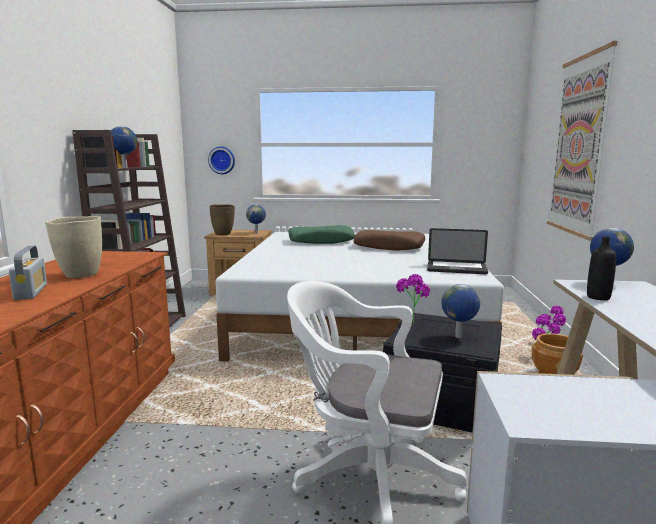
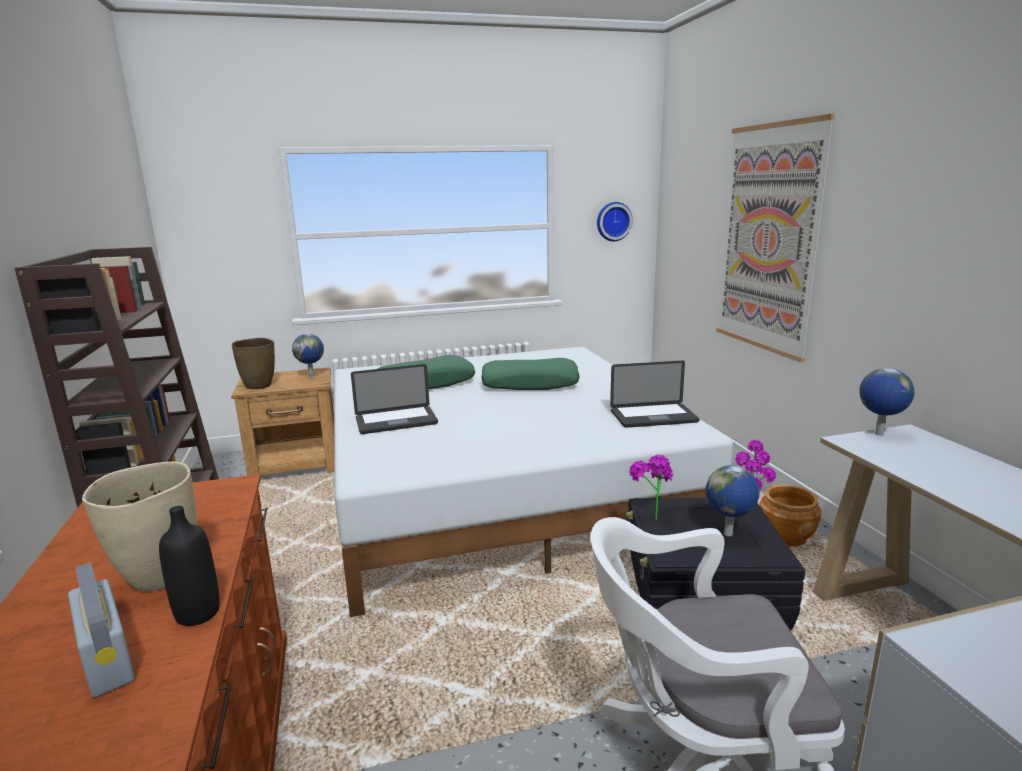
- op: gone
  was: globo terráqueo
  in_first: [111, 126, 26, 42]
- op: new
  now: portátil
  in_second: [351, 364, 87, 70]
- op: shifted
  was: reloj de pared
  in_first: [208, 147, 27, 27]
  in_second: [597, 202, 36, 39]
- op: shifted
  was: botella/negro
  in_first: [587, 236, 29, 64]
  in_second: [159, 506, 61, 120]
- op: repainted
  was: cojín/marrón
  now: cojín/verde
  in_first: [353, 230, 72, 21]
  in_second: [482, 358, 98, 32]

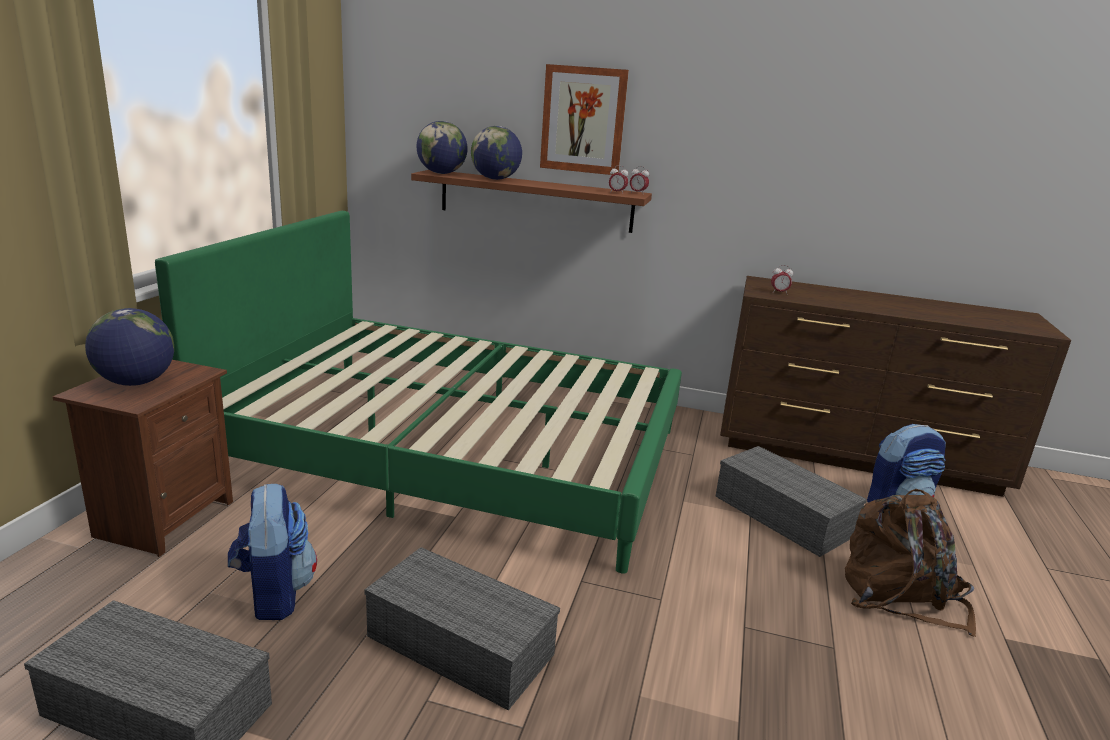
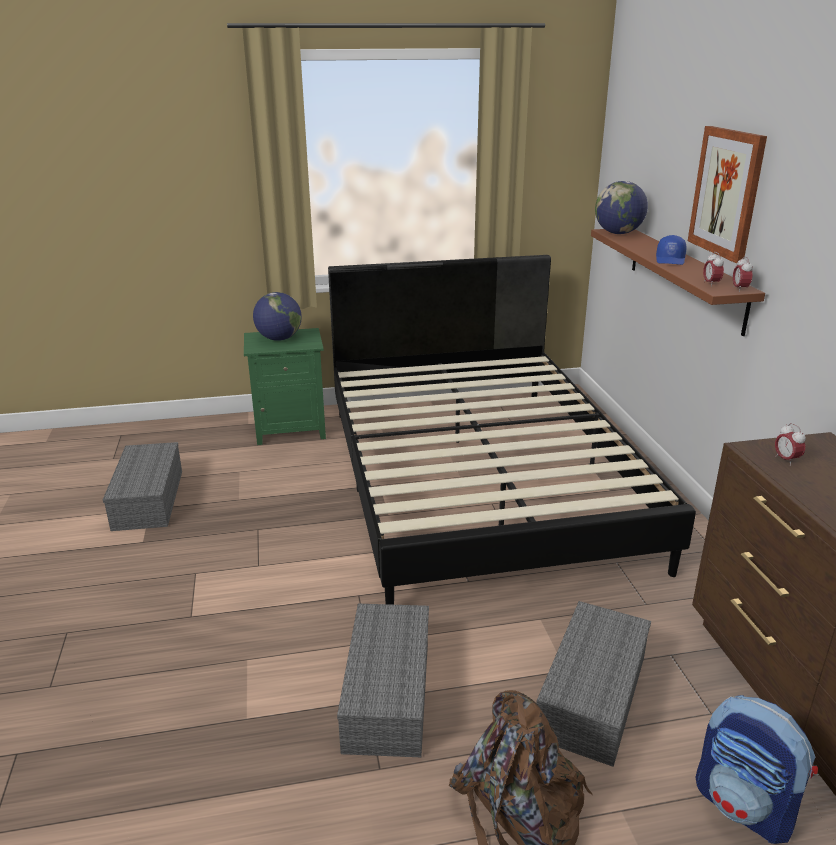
- op: gone
  was: mochila
  in_first: [228, 484, 89, 136]
- op: gone
  was: globo terráqueo
  in_first: [471, 126, 51, 54]
- op: new
  now: gorra/azul
  in_second: [656, 235, 30, 30]
- op: shifted
  was: caja de almacenaje/gris
  in_first: [364, 547, 196, 163]
  in_second: [337, 604, 92, 153]
- op: repainted
  was: mesita de noche/marrón
  now: mesita de noche/verde
  in_first: [53, 360, 180, 197]
  in_second: [244, 328, 82, 117]
- op: repainted
  was: cama/verde
  now: cama/negro
  in_first: [155, 211, 527, 363]
  in_second: [328, 255, 368, 350]

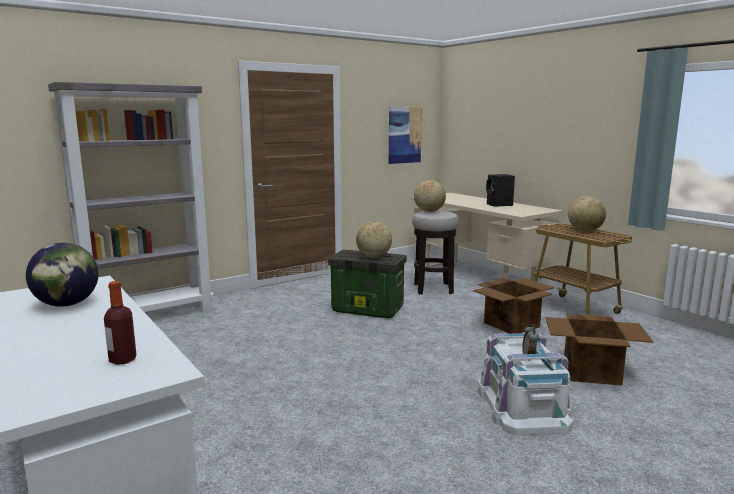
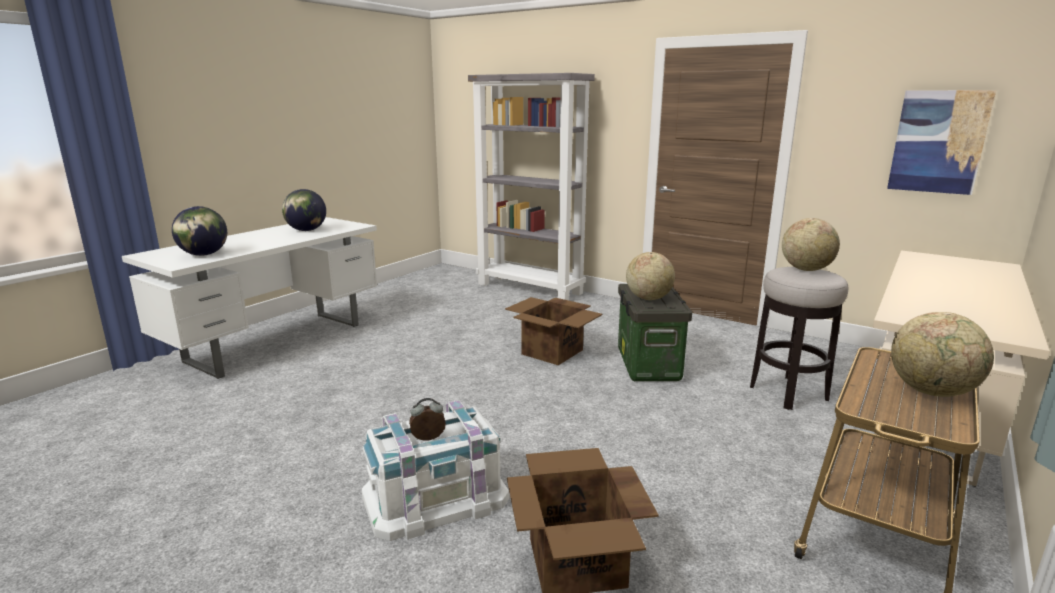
- op: gone
  was: altavoz/negro
  in_first: [486, 174, 29, 33]
- op: shifted
  was: caja de cartón
  in_first: [473, 278, 82, 56]
  in_second: [505, 297, 98, 68]
- op: swapped
  was: botella
  now: globo terráqueo
  in_first: [104, 281, 32, 84]
  in_second: [172, 206, 55, 50]

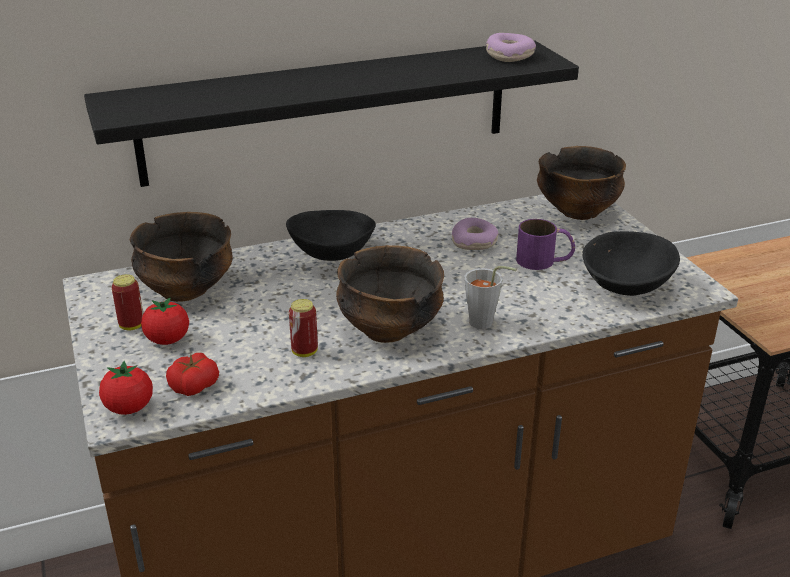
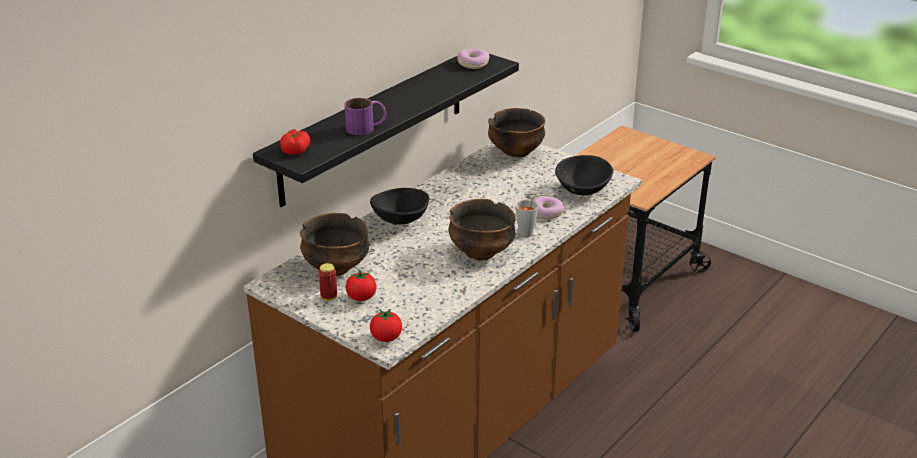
- op: gone
  was: lata
  in_first: [289, 299, 29, 58]
- op: shifted
  was: tomate
  in_first: [166, 353, 53, 43]
  in_second: [280, 129, 30, 26]
- op: shifted
  was: rosquilla
  in_first: [452, 218, 47, 32]
  in_second: [534, 196, 30, 23]
- op: shifted
  was: taza grande/morado
  in_first: [516, 219, 59, 51]
  in_second: [345, 98, 41, 37]

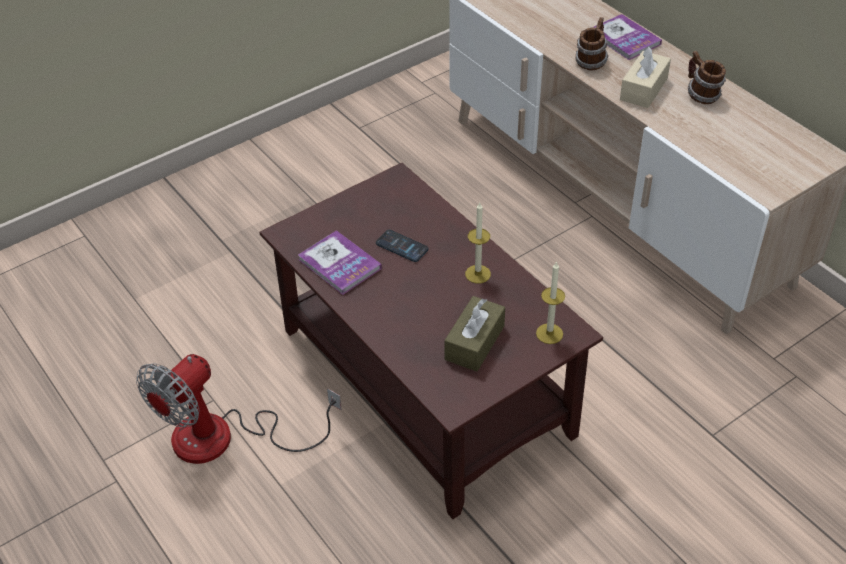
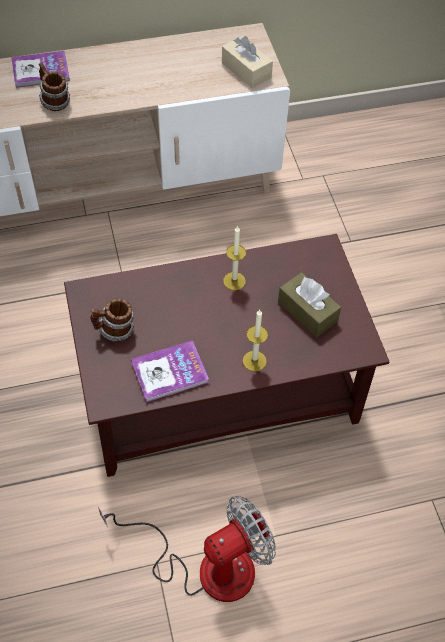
- op: gone
  was: móvil
  in_first: [376, 230, 52, 32]
- op: shifted
  was: vela
  in_first: [536, 261, 29, 83]
  in_second: [243, 310, 25, 62]
- op: shifted
  was: caja de pañuelos/beis
  in_first: [620, 47, 51, 61]
  in_second: [222, 36, 51, 52]
- op: shifted
  was: taza grande
  in_first: [688, 51, 38, 53]
  in_second: [90, 298, 44, 44]
- op: rotated
  was: ventilador
  in_first: [136, 354, 205, 110]
  in_second: [98, 496, 178, 106]
  clockwise: -90

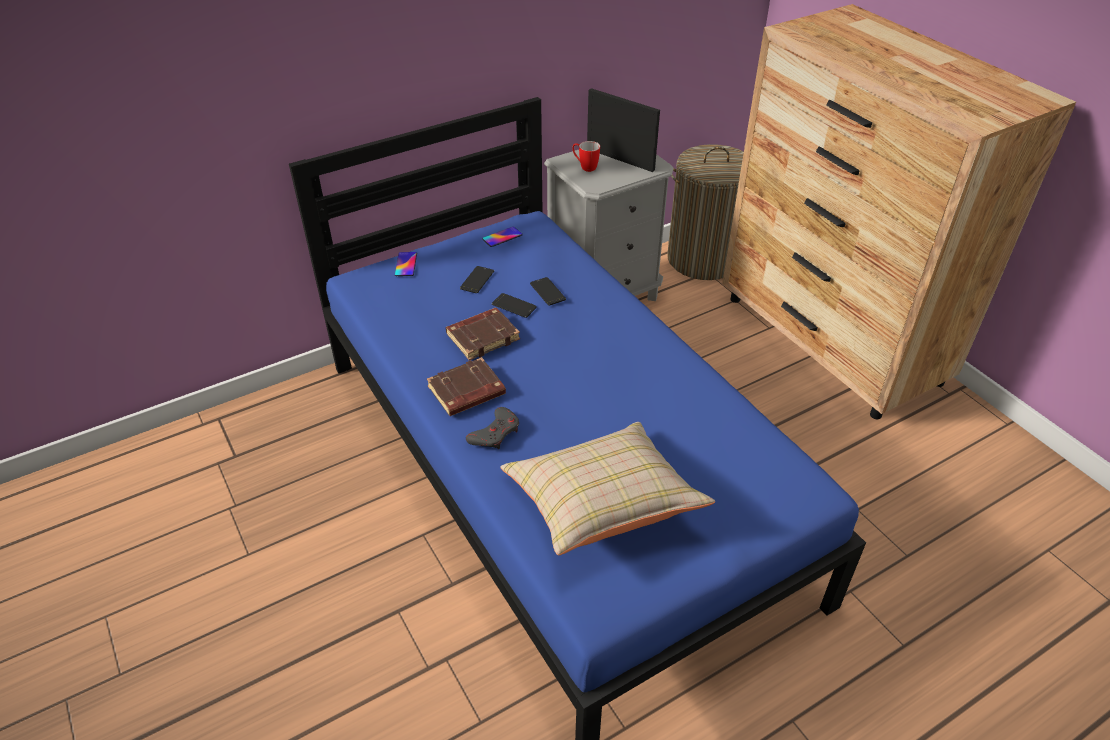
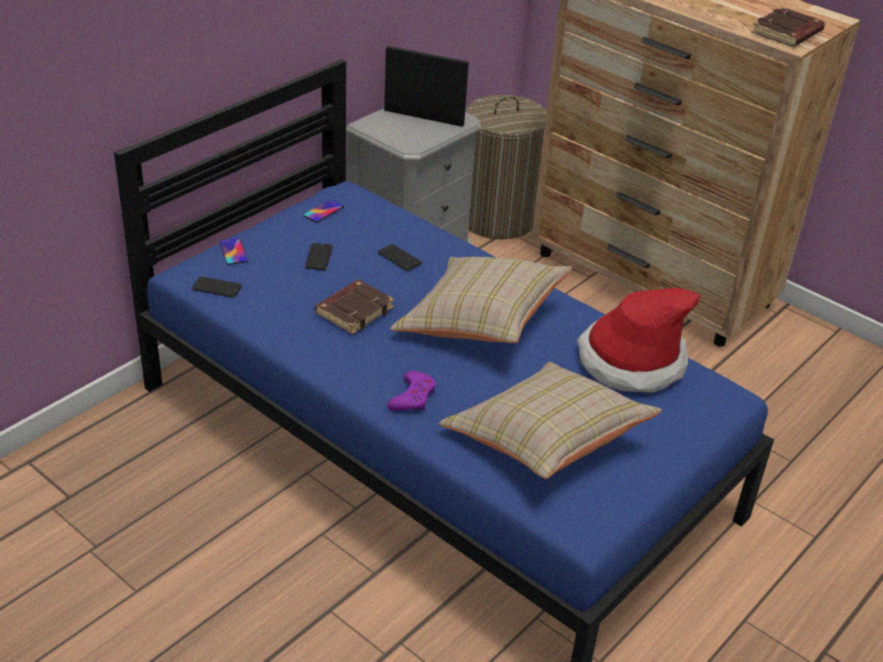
- op: gone
  was: taza grande
  in_first: [572, 141, 28, 31]
- op: new
  now: cojín/beis
  in_second: [390, 257, 182, 86]
- op: new
  now: sombrero
  in_second: [577, 288, 123, 105]
- op: shifted
  was: libro/marrón
  in_first: [427, 357, 79, 59]
  in_second: [751, 7, 74, 40]
- op: shifted
  was: móvil
  in_first: [492, 293, 45, 25]
  in_second: [192, 277, 50, 21]
- op: repainted
  was: mando de consola/gris
  now: mando de consola/morado
  in_first: [466, 407, 53, 42]
  in_second: [387, 371, 49, 40]

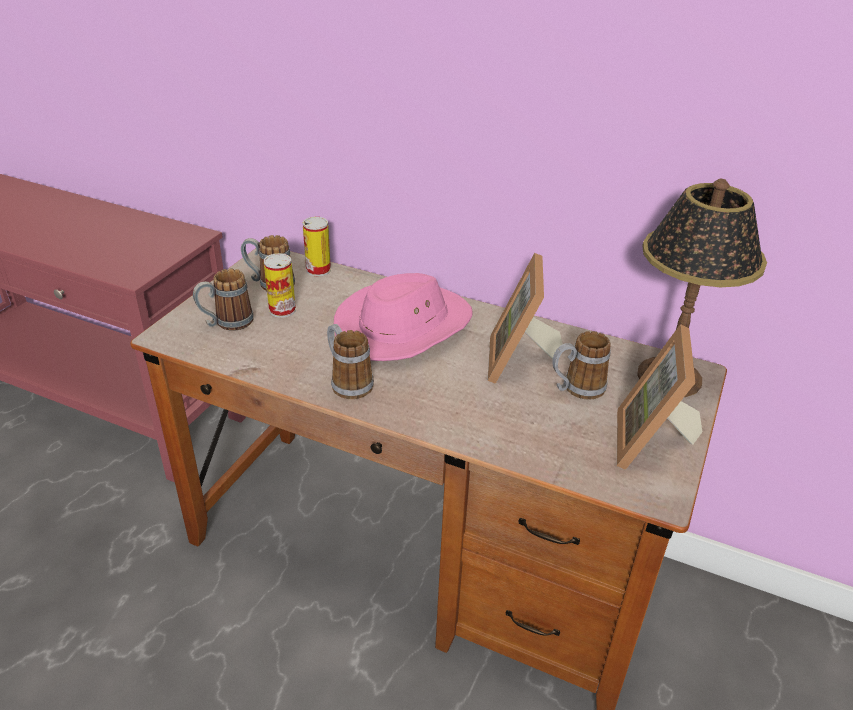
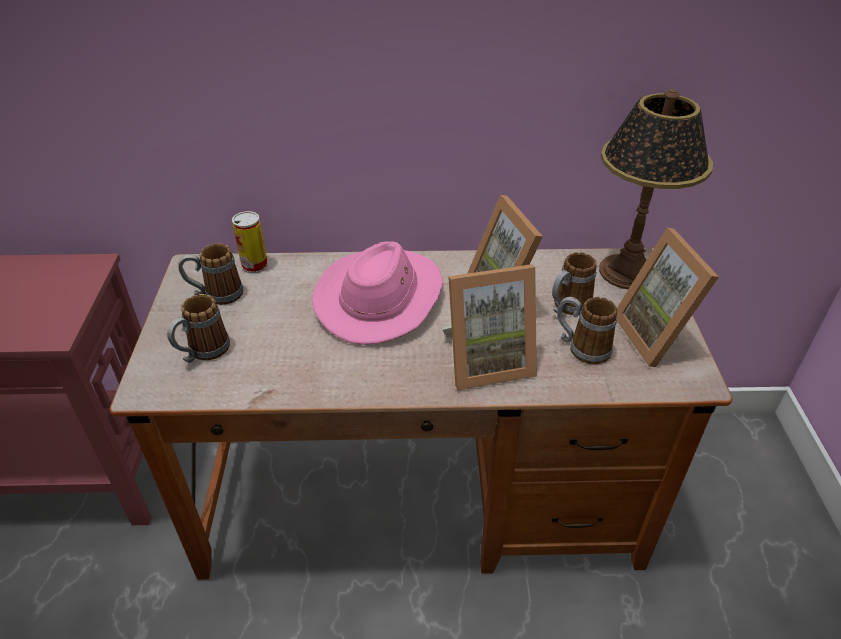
- op: gone
  was: lata
  in_first: [264, 253, 32, 65]
- op: new
  now: portarretratos
  in_second: [442, 264, 95, 126]
- op: shifted
  was: taza grande
  in_first: [327, 324, 47, 75]
  in_second: [557, 297, 60, 67]

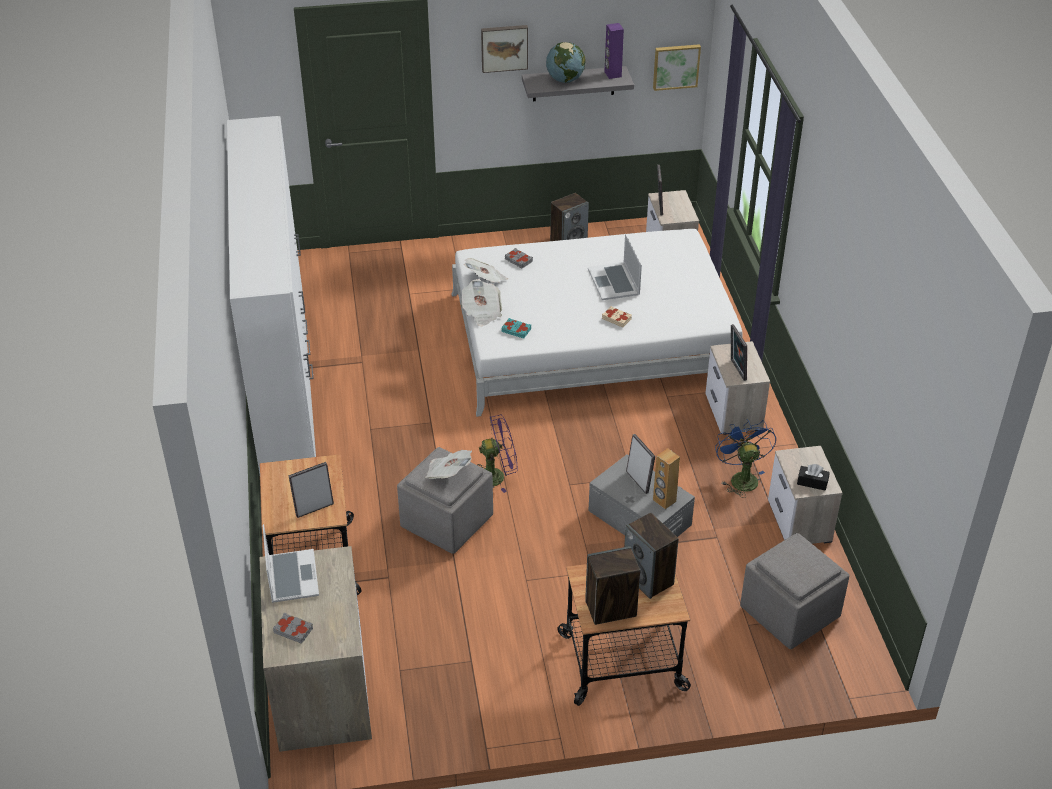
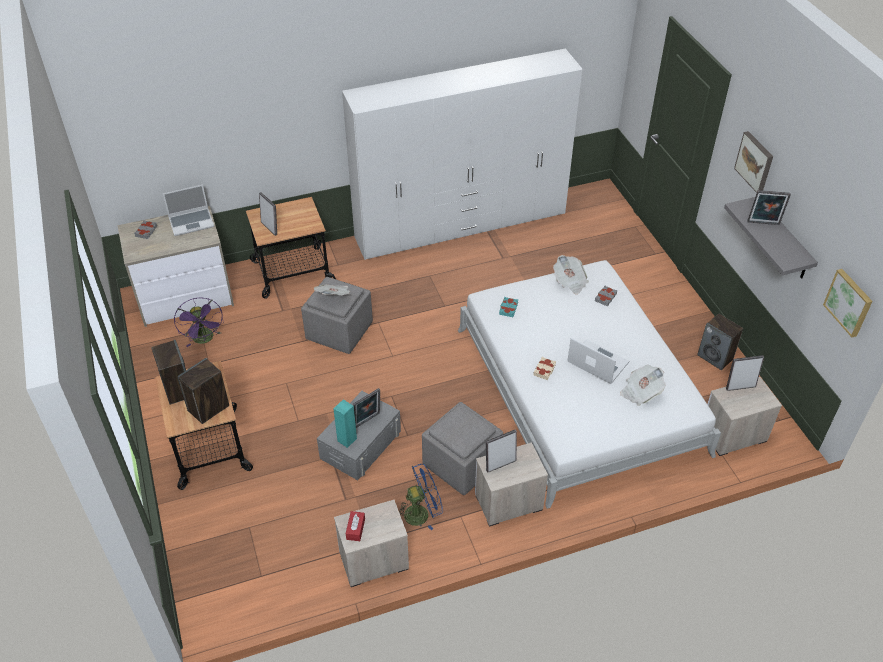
- op: gone
  was: altavoz/morado
  in_first: [605, 23, 19, 56]
- op: shifted
  was: periódico
  in_first: [461, 279, 41, 48]
  in_second: [620, 364, 46, 42]
- op: shifted
  was: ventilador/morado
  in_first: [478, 415, 40, 78]
  in_second: [174, 298, 50, 49]
- op: shifted
  was: puf/gris
  in_first: [740, 533, 110, 116]
  in_second: [422, 402, 81, 93]
- op: swapped
  was: globo terráqueo
  now: portarretratos
  in_first: [546, 42, 40, 41]
  in_second: [748, 190, 43, 35]
- op: repainted
  was: altavoz/marrón
  now: altavoz/turquesa
  in_first: [653, 448, 27, 61]
  in_second: [333, 399, 24, 49]
- op: repainted
  was: caja de pañuelos/negro
  now: caja de pañuelos/rojo
  in_first: [797, 464, 33, 27]
  in_second: [346, 511, 19, 30]
- op: rotated
  was: portátil
  in_first: [588, 234, 54, 66]
  in_second: [567, 338, 62, 46]
  clockwise: 60

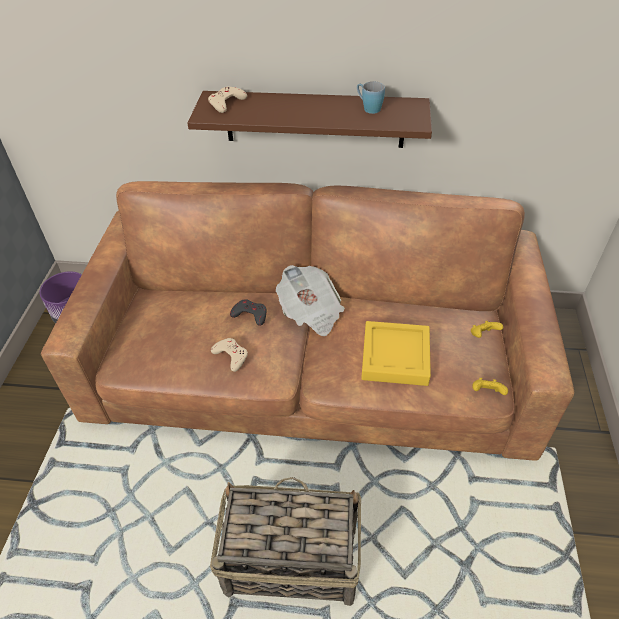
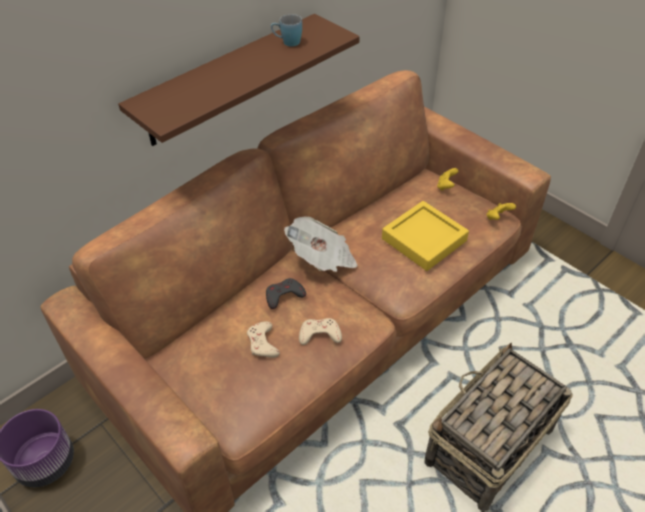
- op: shifted
  was: mando de consola/beis
  in_first: [208, 87, 39, 26]
  in_second: [247, 321, 33, 37]

